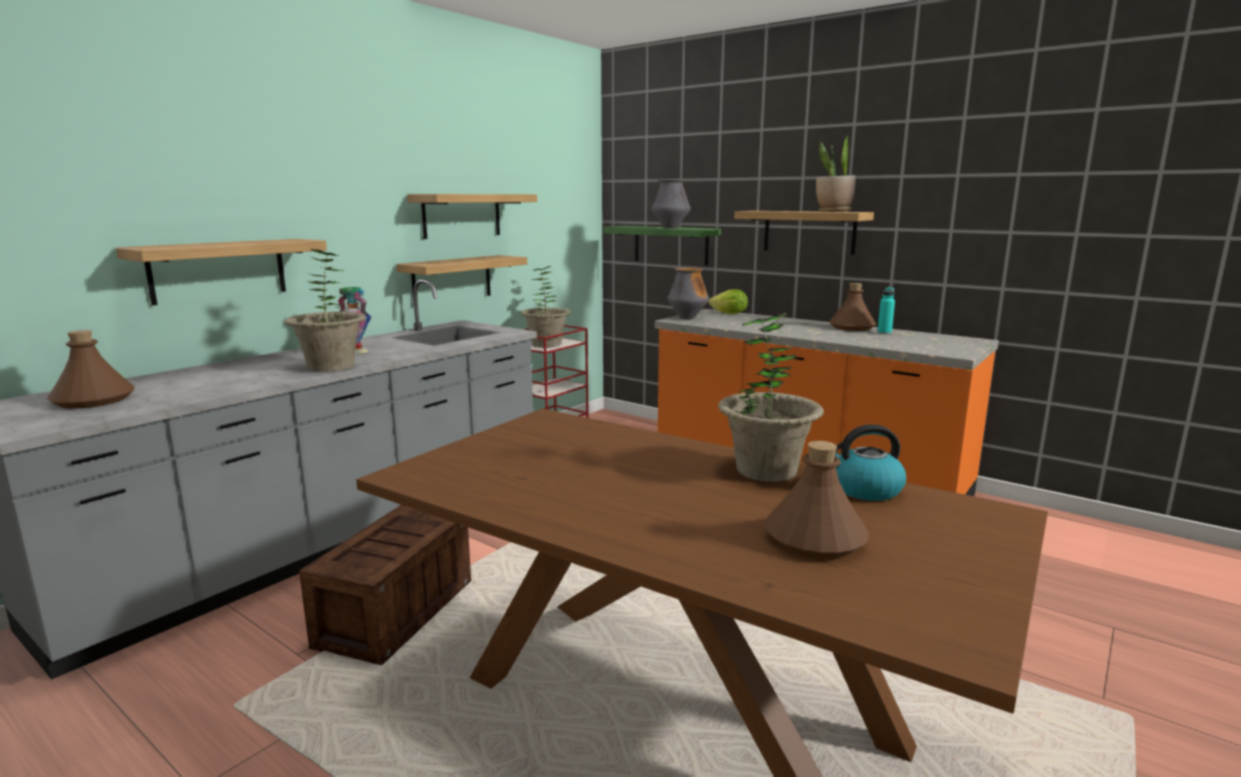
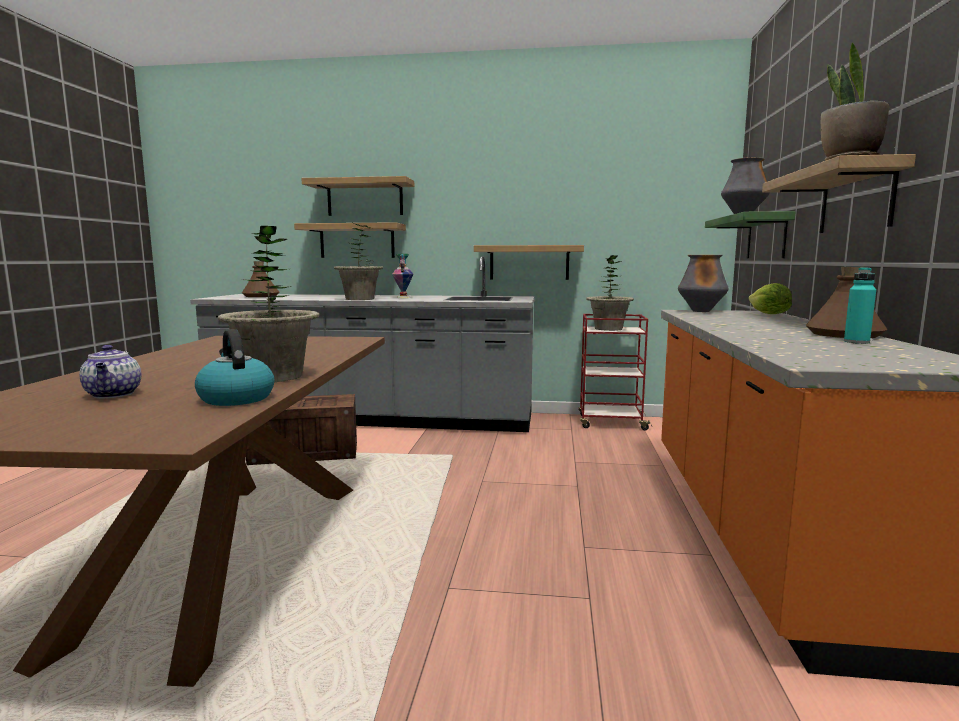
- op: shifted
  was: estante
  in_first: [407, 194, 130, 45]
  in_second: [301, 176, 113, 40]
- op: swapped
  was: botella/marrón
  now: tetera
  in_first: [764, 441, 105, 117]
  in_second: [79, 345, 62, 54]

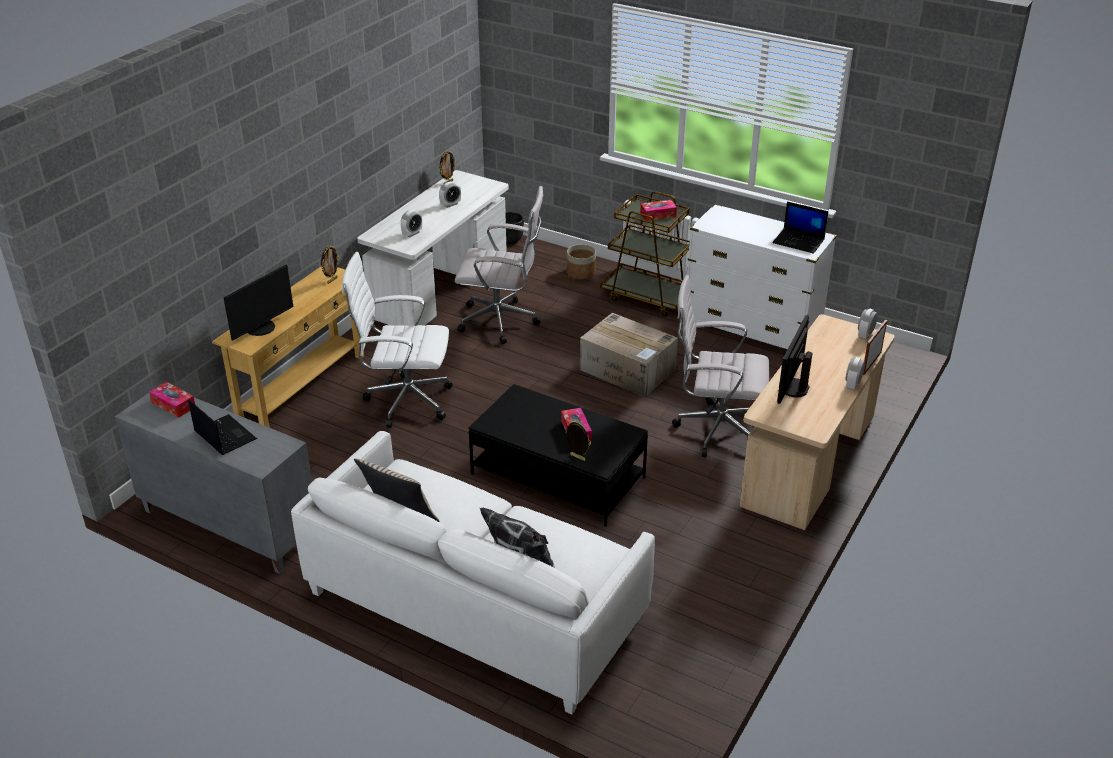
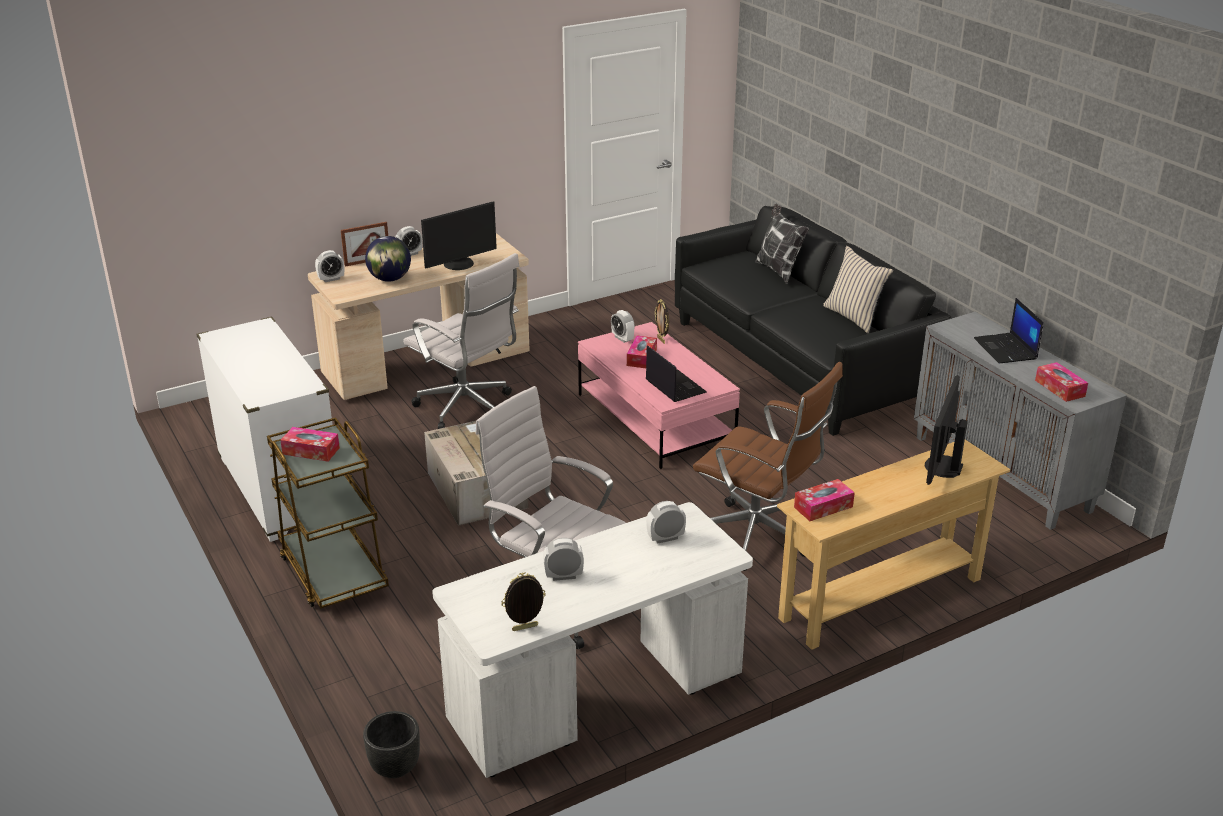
- op: gone
  was: maceta
  in_first: [567, 244, 29, 35]
- op: new
  now: globo terráqueo
  in_second: [365, 236, 46, 46]
- op: new
  now: despertador
  in_second: [611, 310, 24, 33]
- op: shifted
  was: portátil
  in_first: [772, 202, 56, 52]
  in_second: [646, 345, 61, 57]
- op: swapped
  was: portarretratos
  now: caja de pañuelos
  in_first: [321, 245, 19, 39]
  in_second: [794, 479, 61, 42]
- op: repainted
  was: sofá/blanco
  now: sofá/negro
  in_first: [291, 431, 364, 284]
  in_second: [675, 206, 276, 230]
- op: repainted
  was: silla de oficina/blanco
  now: silla de oficina/marrón
  in_first: [342, 252, 111, 176]
  in_second: [693, 362, 150, 209]
- op: repainted
  was: mesa de centro/negro
  now: mesa de centro/rosa
  in_first: [469, 384, 179, 143]
  in_second: [578, 322, 162, 147]
- op: rotated
  was: monitor
  in_first: [223, 264, 70, 77]
  in_second: [925, 375, 43, 110]
  clockwise: -45

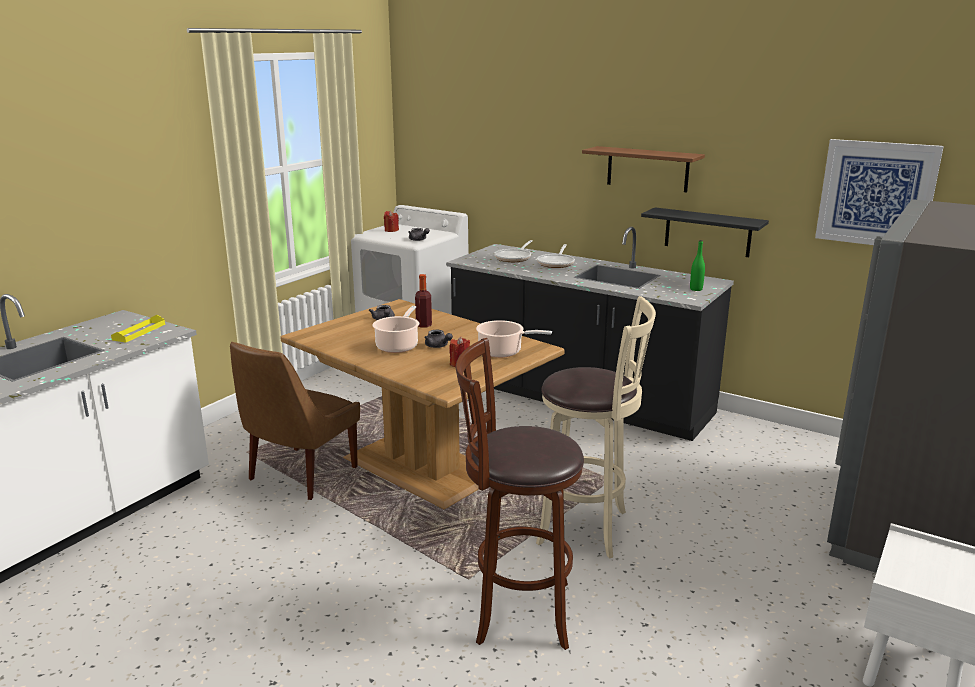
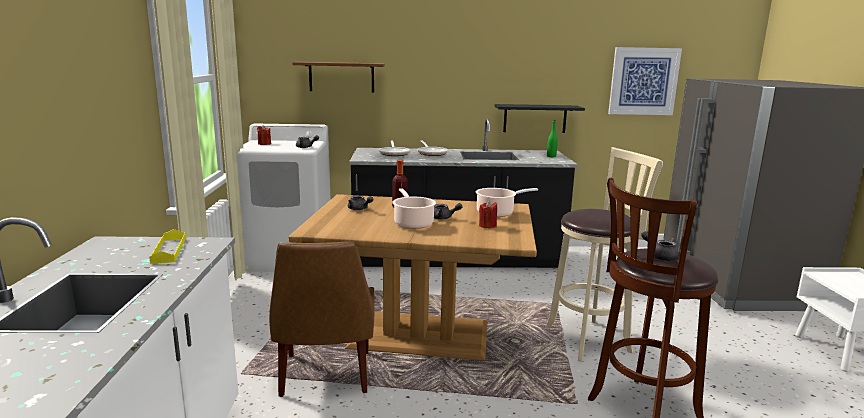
- op: new
  now: tetera/gris
  in_second: [641, 231, 38, 30]
- op: shifted
  was: estante/marrón
  in_first: [582, 146, 123, 46]
  in_second: [293, 62, 92, 30]

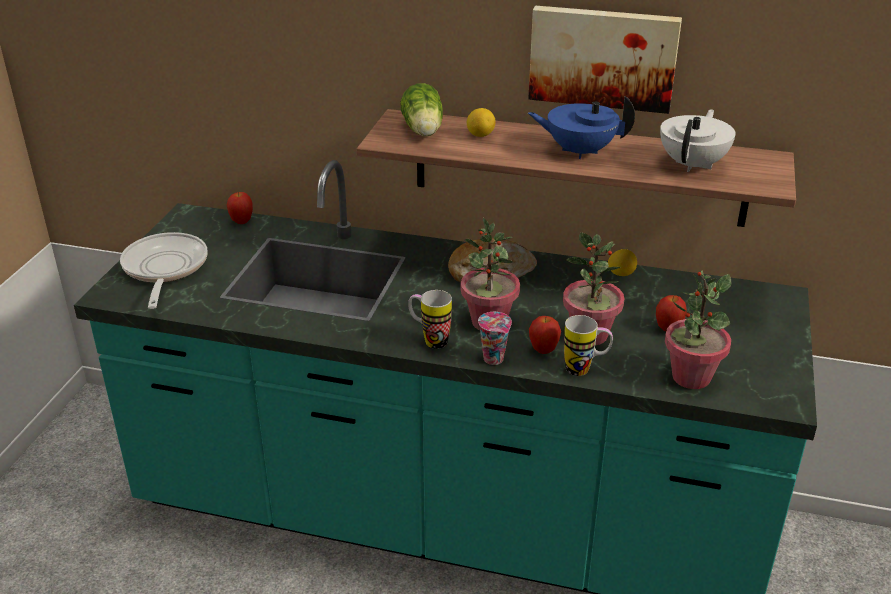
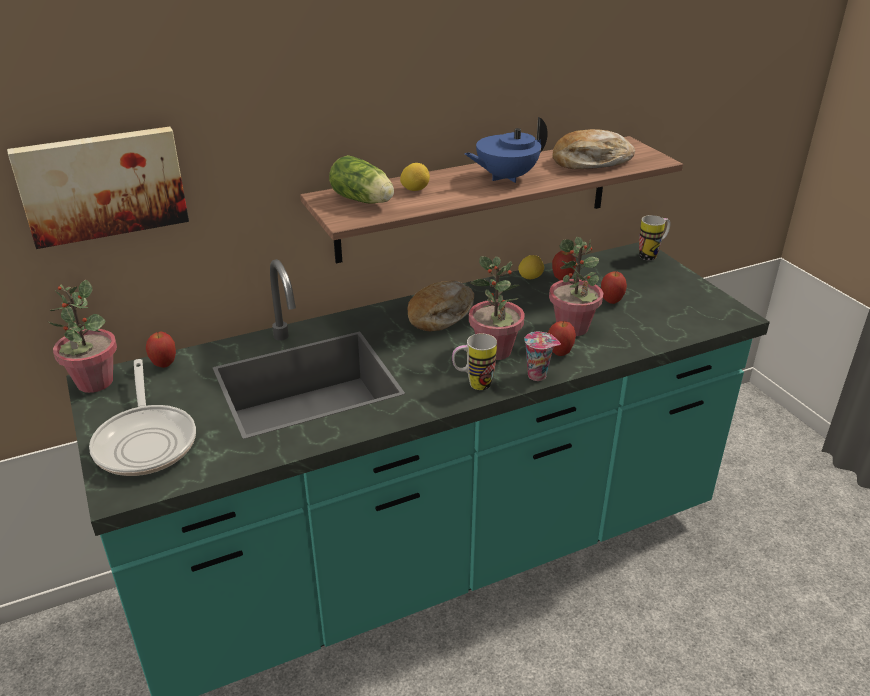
- op: new
  now: manzana
  in_second: [552, 251, 24, 30]
- op: shifted
  was: cuadro
  in_first: [528, 6, 154, 108]
  in_second: [7, 126, 182, 123]
- op: shifted
  was: taza grande
  in_first: [564, 315, 49, 61]
  in_second: [639, 215, 32, 46]
- op: shifted
  was: planta en maceta
  in_first: [665, 270, 67, 119]
  in_second: [48, 280, 69, 113]
- op: swapped
  was: tetera/blanco
  now: pan
  in_first: [660, 109, 76, 63]
  in_second: [553, 129, 82, 40]
- op: rotated
  was: sartén
  in_first: [120, 232, 88, 77]
  in_second: [89, 359, 107, 117]
  clockwise: -150

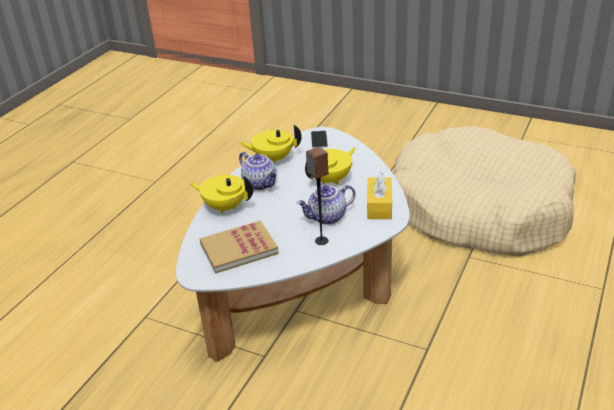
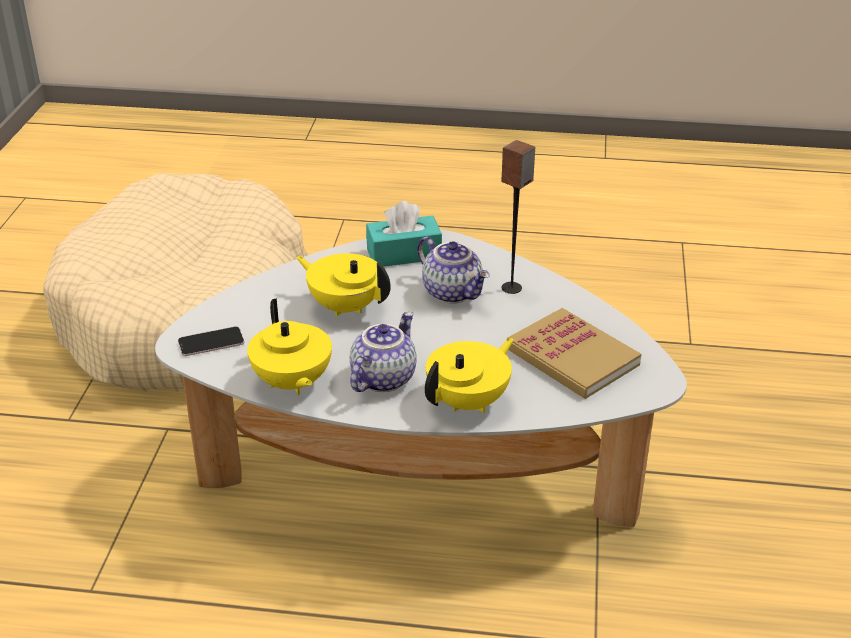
- op: repainted
  was: caja de pañuelos/amarillo
  now: caja de pañuelos/turquesa
  in_first: [367, 172, 25, 47]
  in_second: [366, 201, 76, 66]
- op: rotated
  was: tetera/amarillo
  in_first: [190, 175, 63, 38]
  in_second: [425, 338, 89, 75]
  clockwise: -135

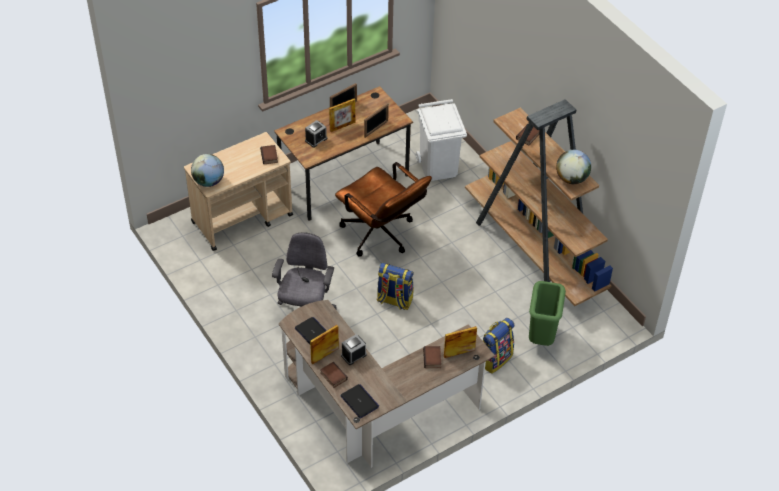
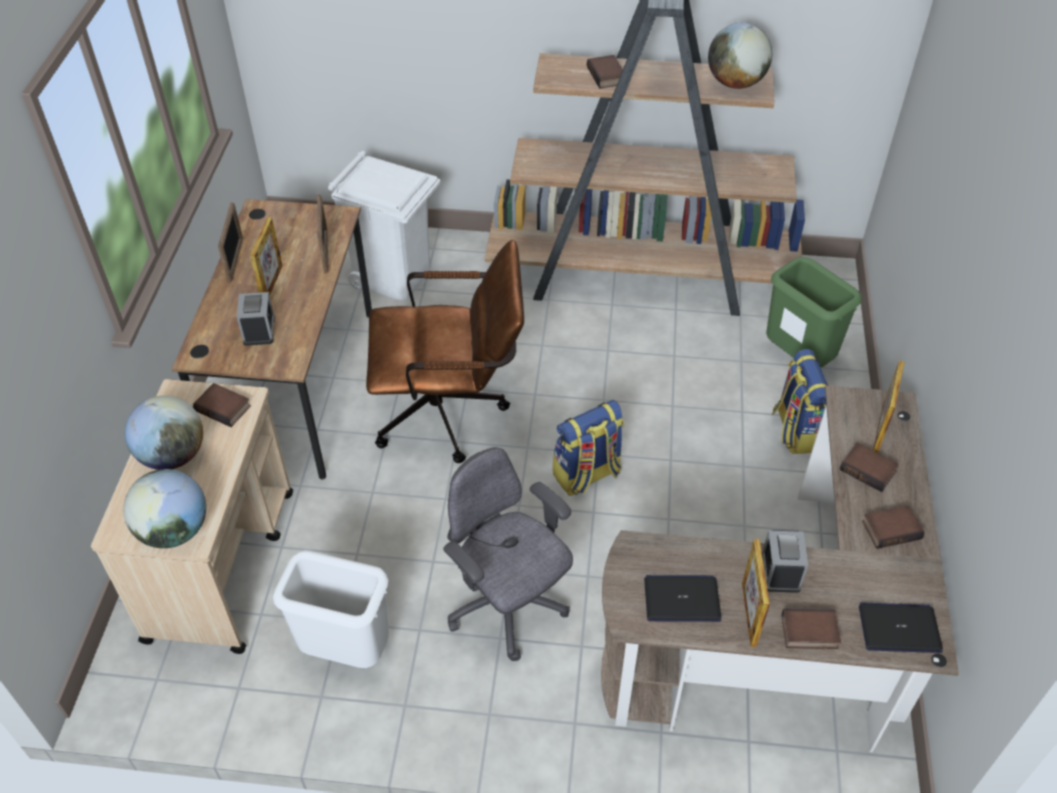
- op: new
  now: globo terráqueo
  in_second: [125, 396, 78, 74]
- op: new
  now: papelera/blanco
  in_second: [273, 550, 116, 118]
- op: new
  now: libro
  in_second: [862, 505, 62, 44]

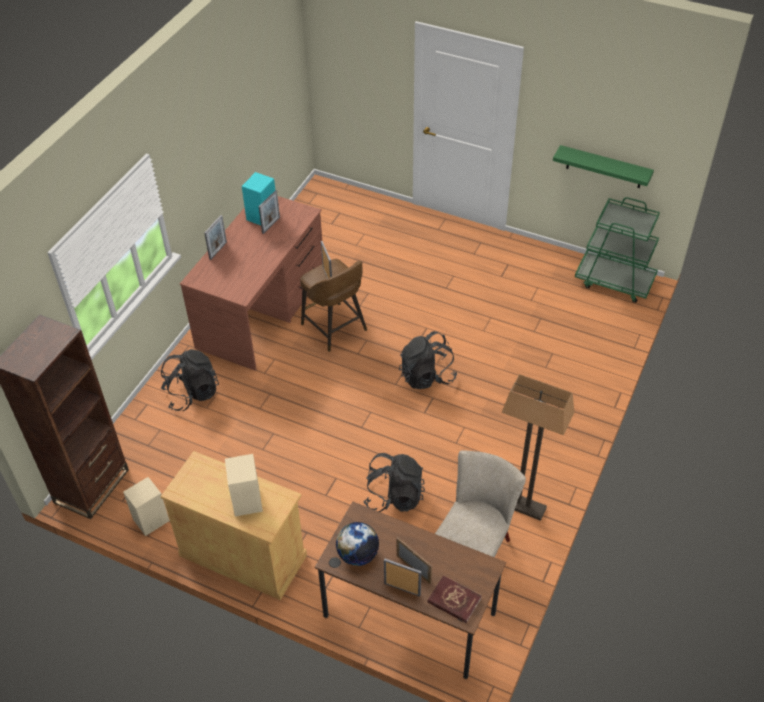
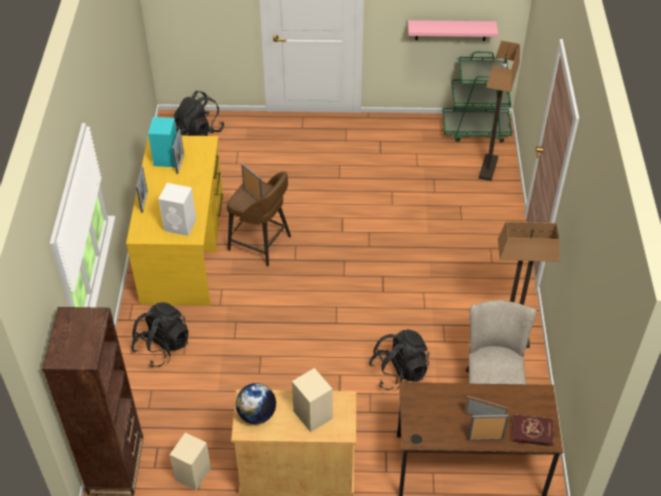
- op: new
  now: altavoz/blanco
  in_second: [158, 183, 38, 53]
- op: new
  now: lámpara de pie
  in_second: [479, 41, 41, 140]
- op: shifted
  was: globo terráqueo
  in_first: [336, 522, 43, 44]
  in_second: [236, 383, 40, 41]
- op: shifted
  was: mochila/negro
  in_first: [399, 331, 58, 58]
  in_second: [174, 91, 50, 45]
- op: repainted
  was: escritorio/marrón
  now: escritorio/amarillo
  in_first: [180, 196, 142, 175]
  in_second: [126, 136, 98, 170]
- op: repainted
  was: estante/verde
  now: estante/rosa
  in_first: [553, 145, 101, 43]
  in_second: [408, 20, 90, 21]

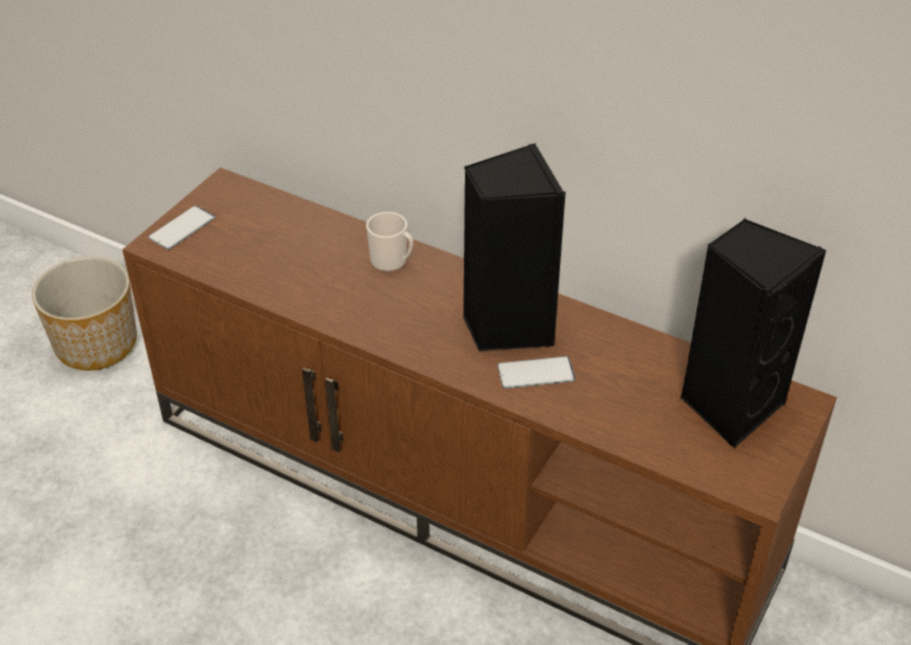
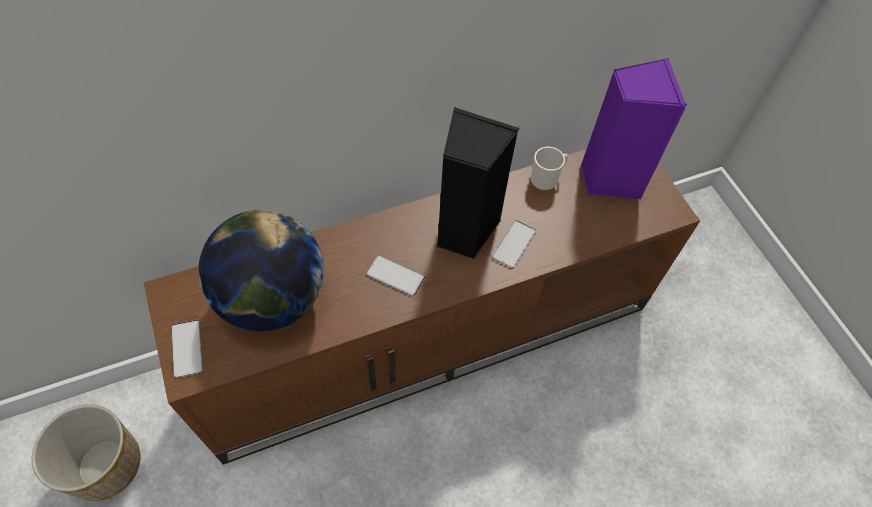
- op: new
  now: globo terráqueo
  in_second: [198, 210, 126, 121]
- op: new
  now: móvil
  in_second: [366, 256, 59, 40]
- op: shifted
  was: taza grande
  in_first: [366, 212, 47, 60]
  in_second: [531, 147, 38, 44]
- op: repainted
  was: altavoz/negro
  now: altavoz/morado
  in_first: [680, 218, 147, 230]
  in_second: [580, 58, 107, 142]

